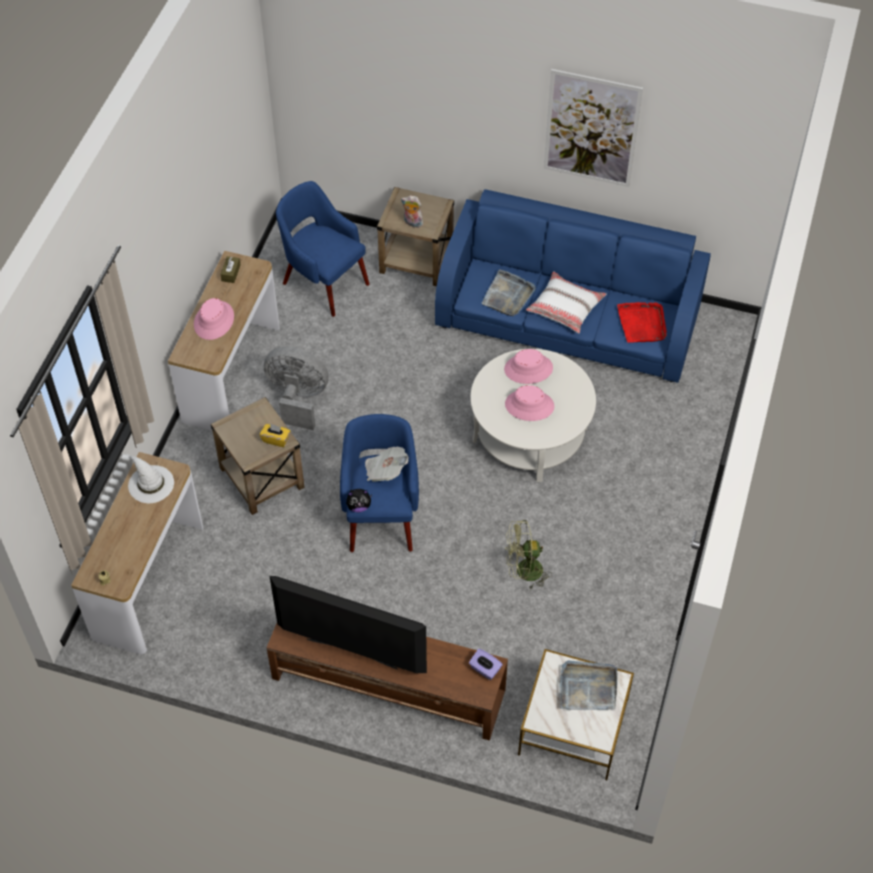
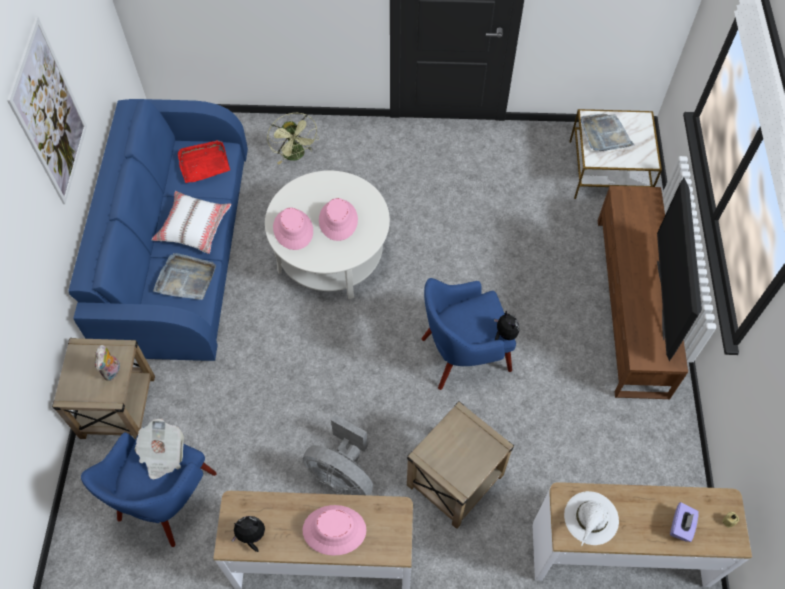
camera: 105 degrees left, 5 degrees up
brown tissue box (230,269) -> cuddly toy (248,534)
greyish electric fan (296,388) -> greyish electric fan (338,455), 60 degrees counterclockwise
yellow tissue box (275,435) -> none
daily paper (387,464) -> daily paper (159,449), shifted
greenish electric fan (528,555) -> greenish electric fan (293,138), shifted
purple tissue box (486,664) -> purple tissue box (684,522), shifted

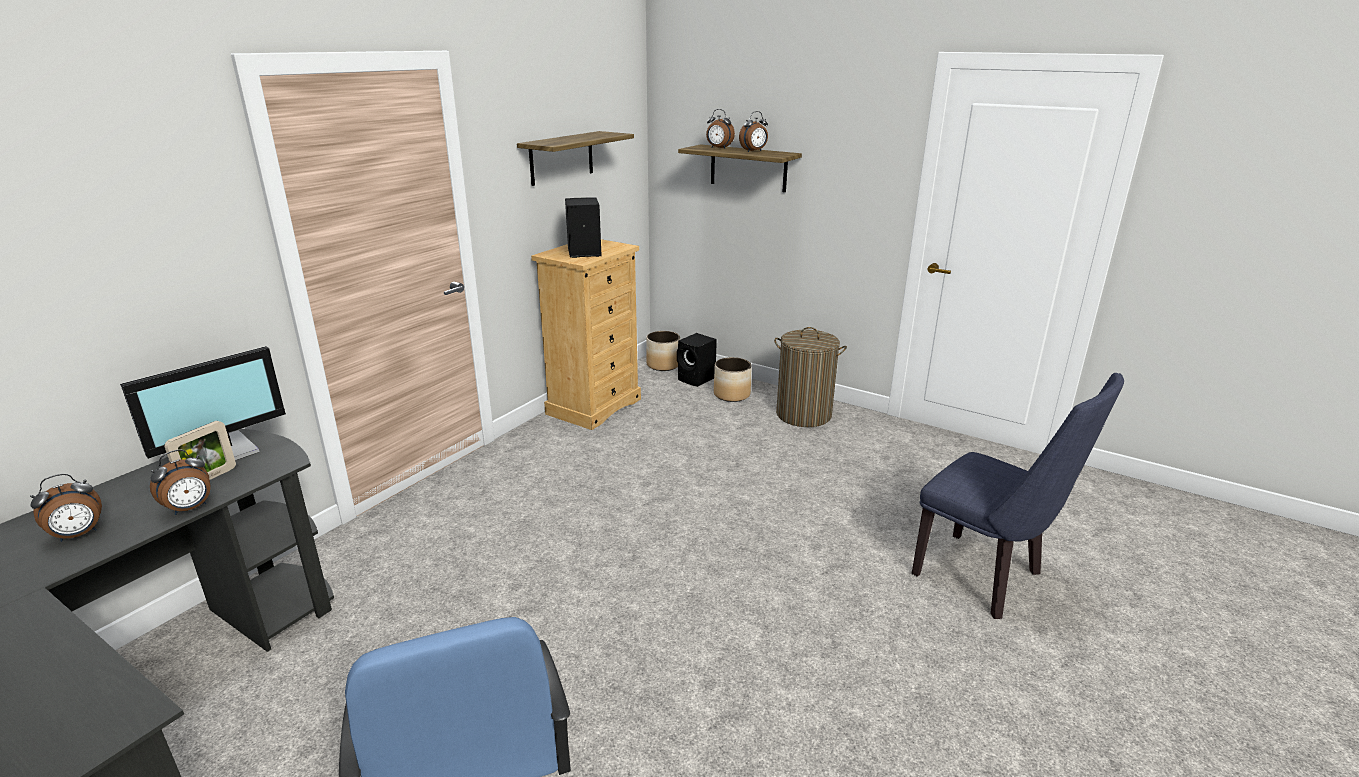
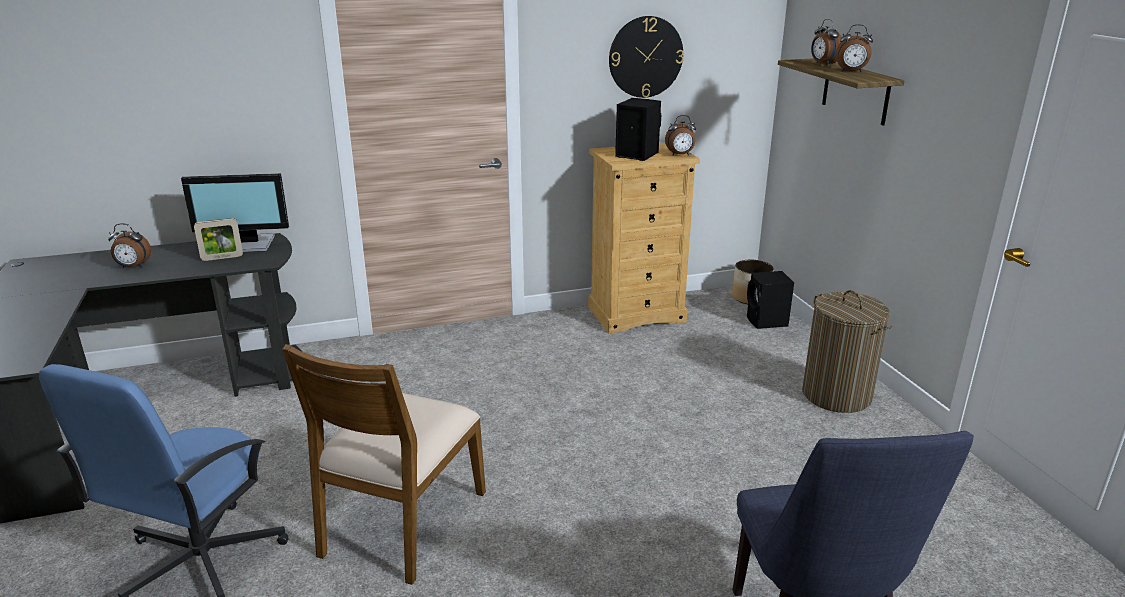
camera: 40 degrees right, 0 degrees up
wall shelf (575,158) -> wall clock (646,57)
planter (733,379) -> none
bedside clock (180,482) -> bedside clock (680,135), shifted
none -> brown upright chair (384,464)

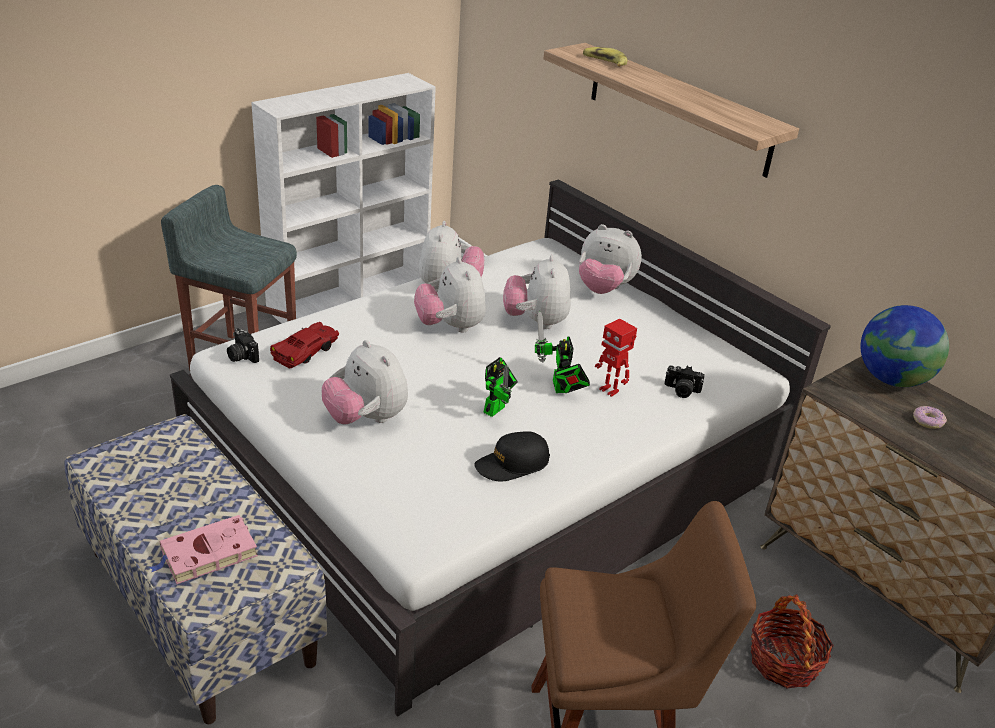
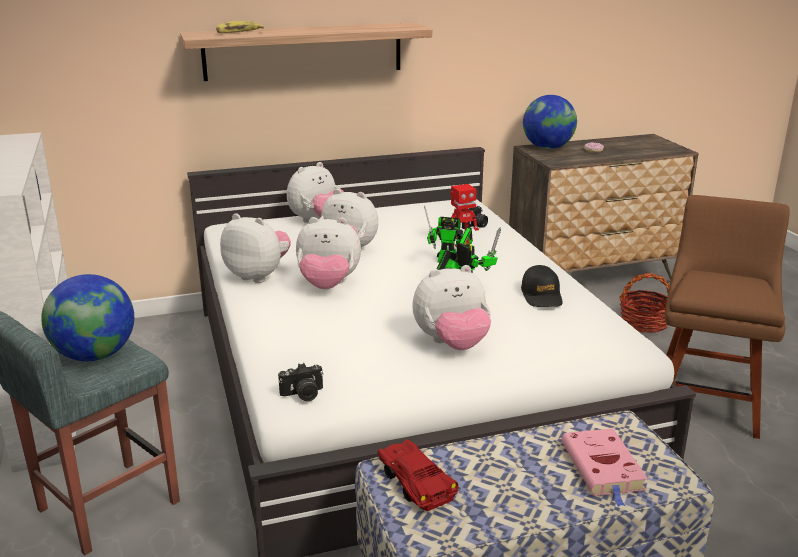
camera: 65 degrees left, 10 degrees down
red model car (304,345) -> red model car (418,475), shifted
none -> globe (87,317)

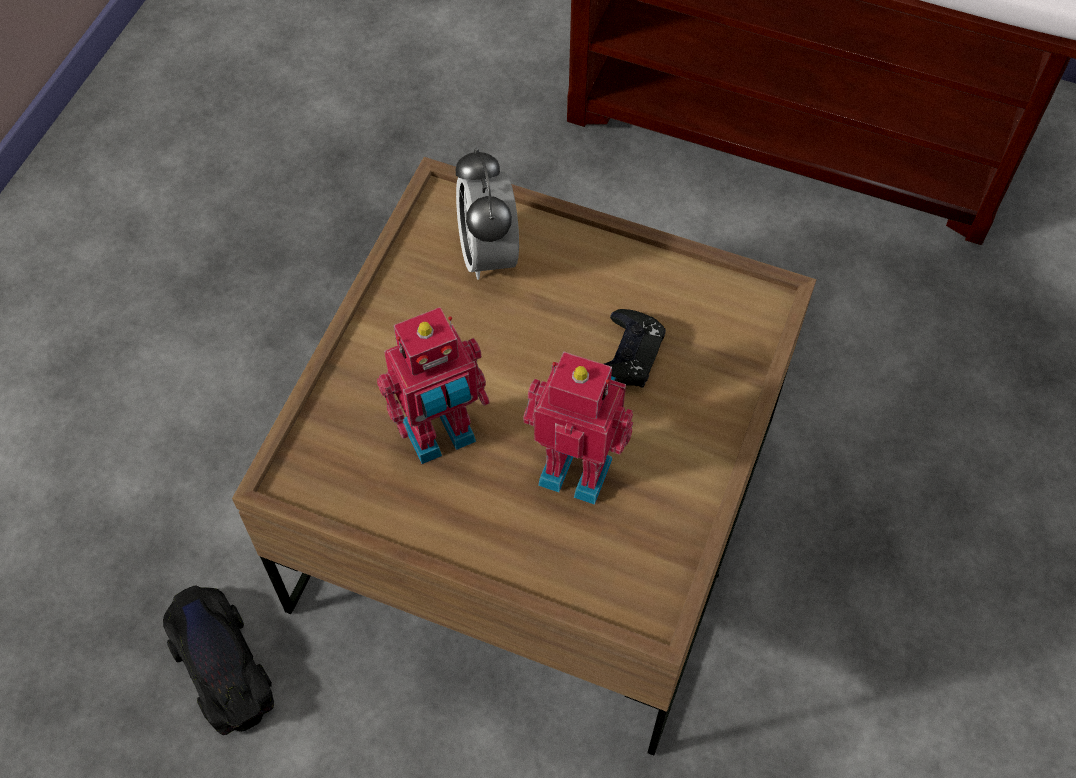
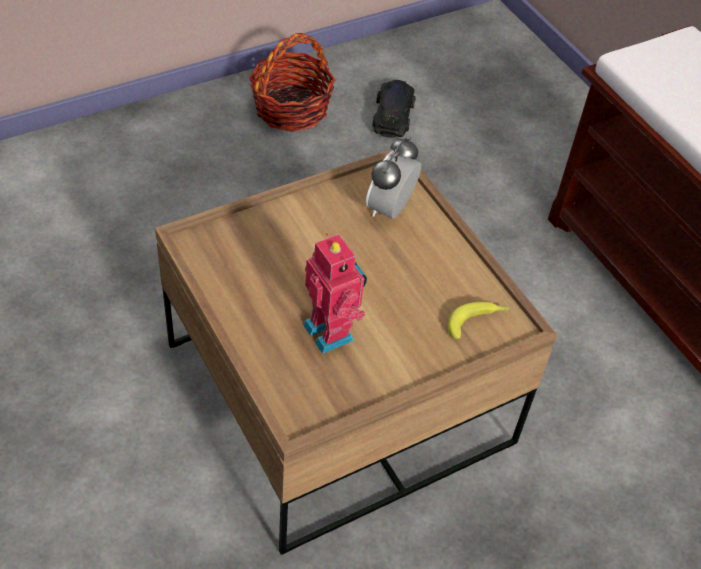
camera: 35 degrees right, 10 degrees down
robot figure (433,385) -> none
black-coloured joypad (635,348) -> none
black-coloured model car (218,660) -> black-coloured model car (394,109), shifted
none -> storage basket (292,82)
none -> whole banana (479,320)

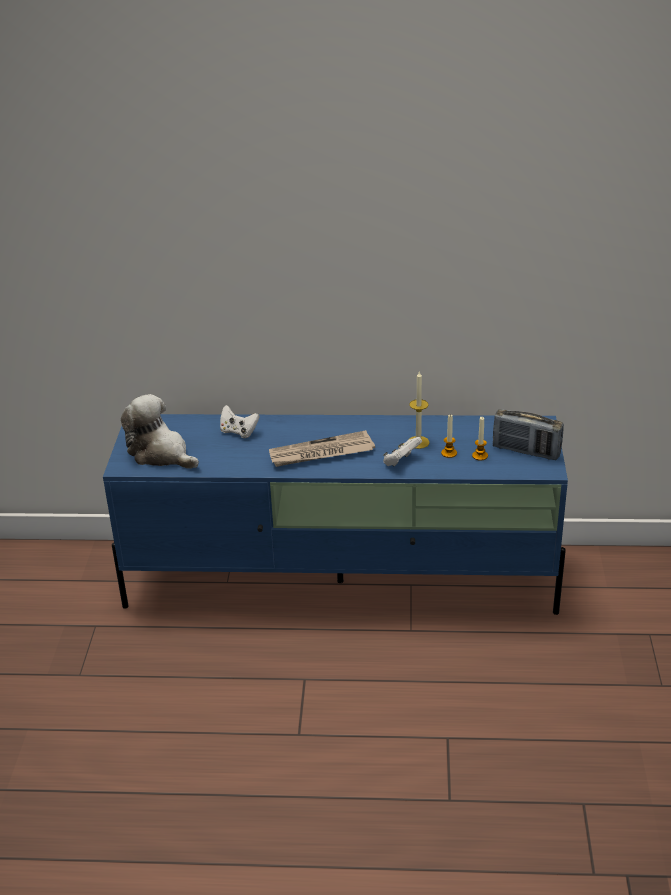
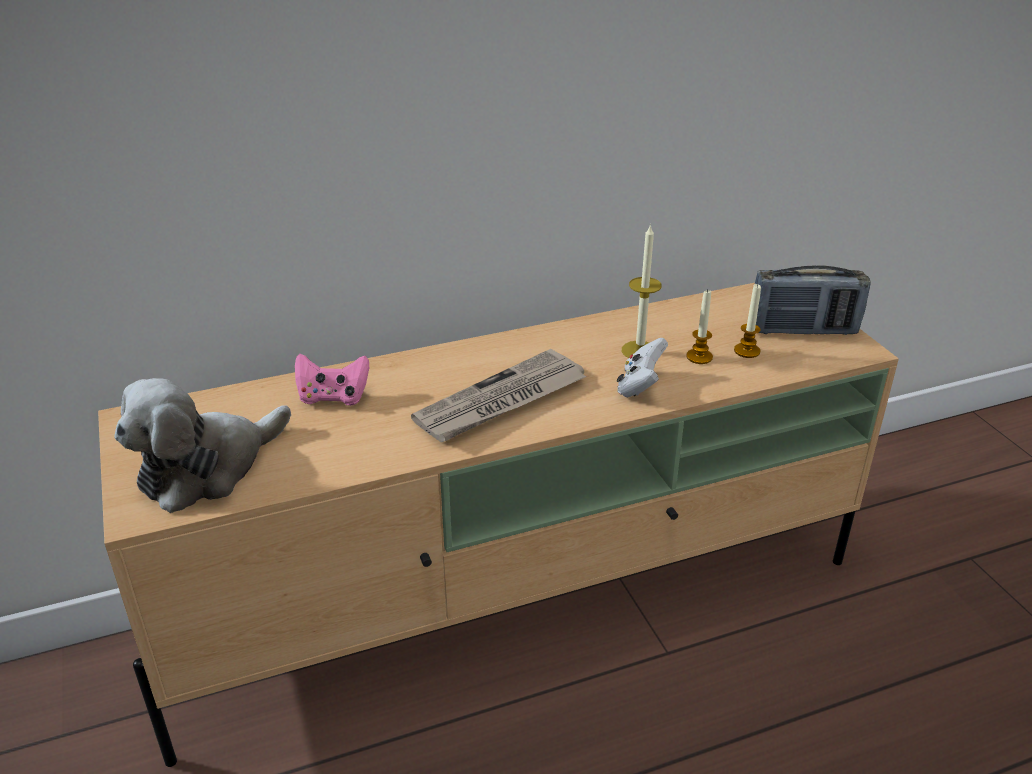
camera: 25 degrees left, 0 degrees up
cuddly toy (160,431) -> cuddly toy (202,445), 60 degrees counterclockwise
whitish joypad (240,421) -> pink joypad (332,380)
blue-coloured media console (335,514) -> beige media console (498,525)

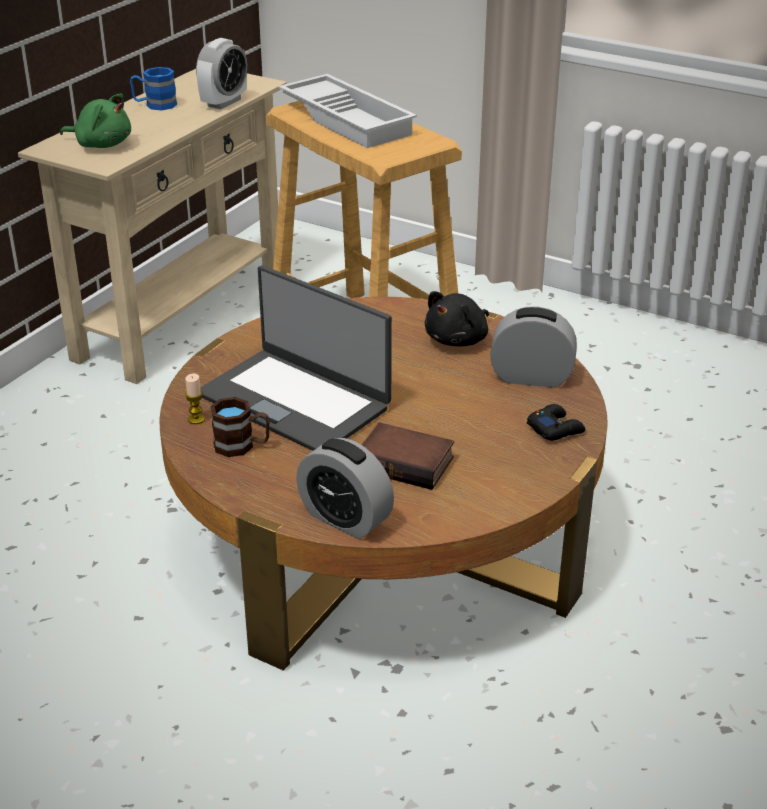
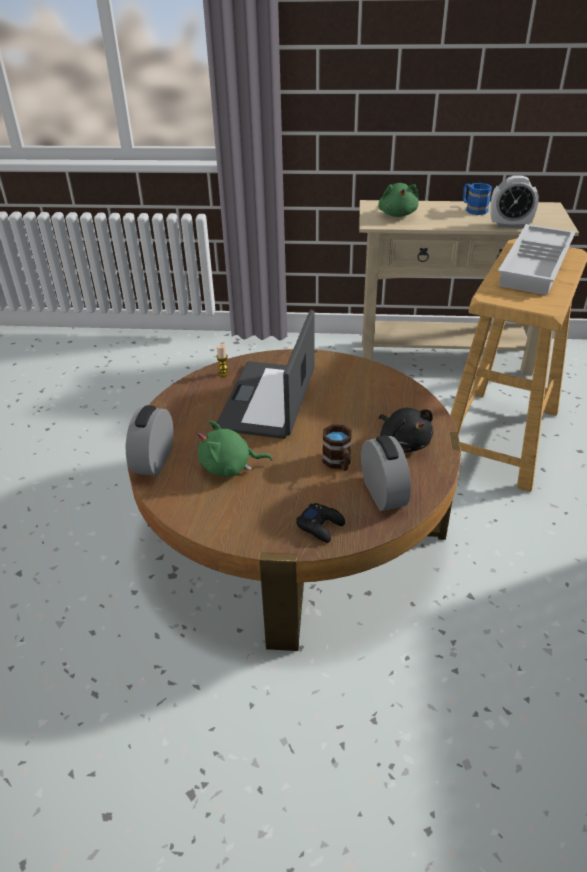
camera: 65 degrees right, 5 degrees up
black-coloured cuddly toy (457,319) -> black-coloured cuddly toy (405,430), 135 degrees counterclockwise
brown tea mug (240,427) -> brown tea mug (337,447), shifted
bound book (408,456) -> greenish cuddly toy (235,448)

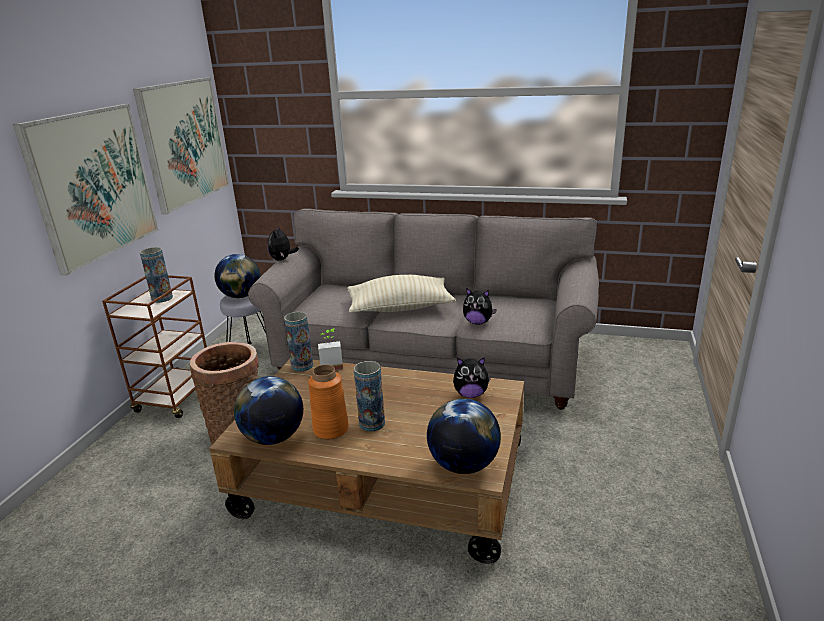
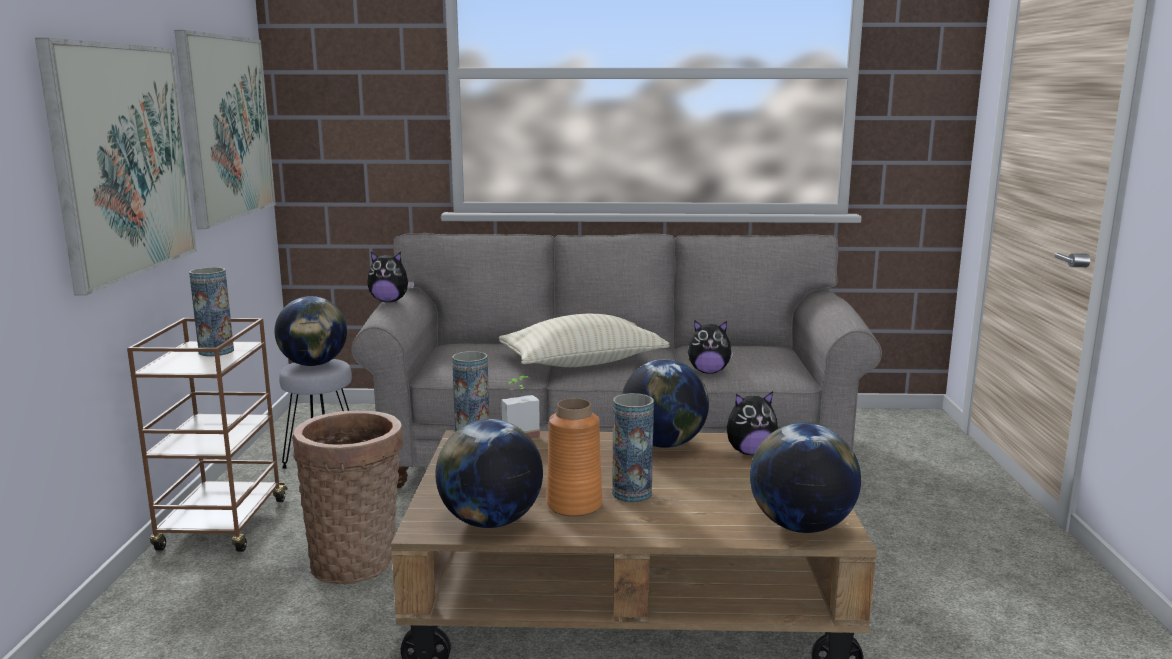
camera: 15 degrees left, 10 degrees down
cuddly toy (283,243) -> cuddly toy (390,277), 75 degrees counterclockwise
none -> globe (665,403)

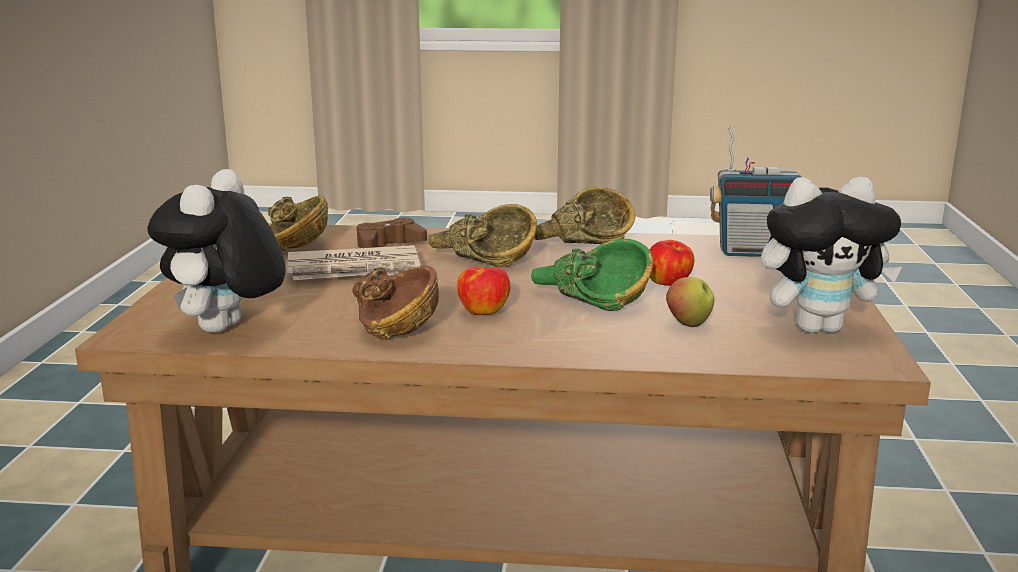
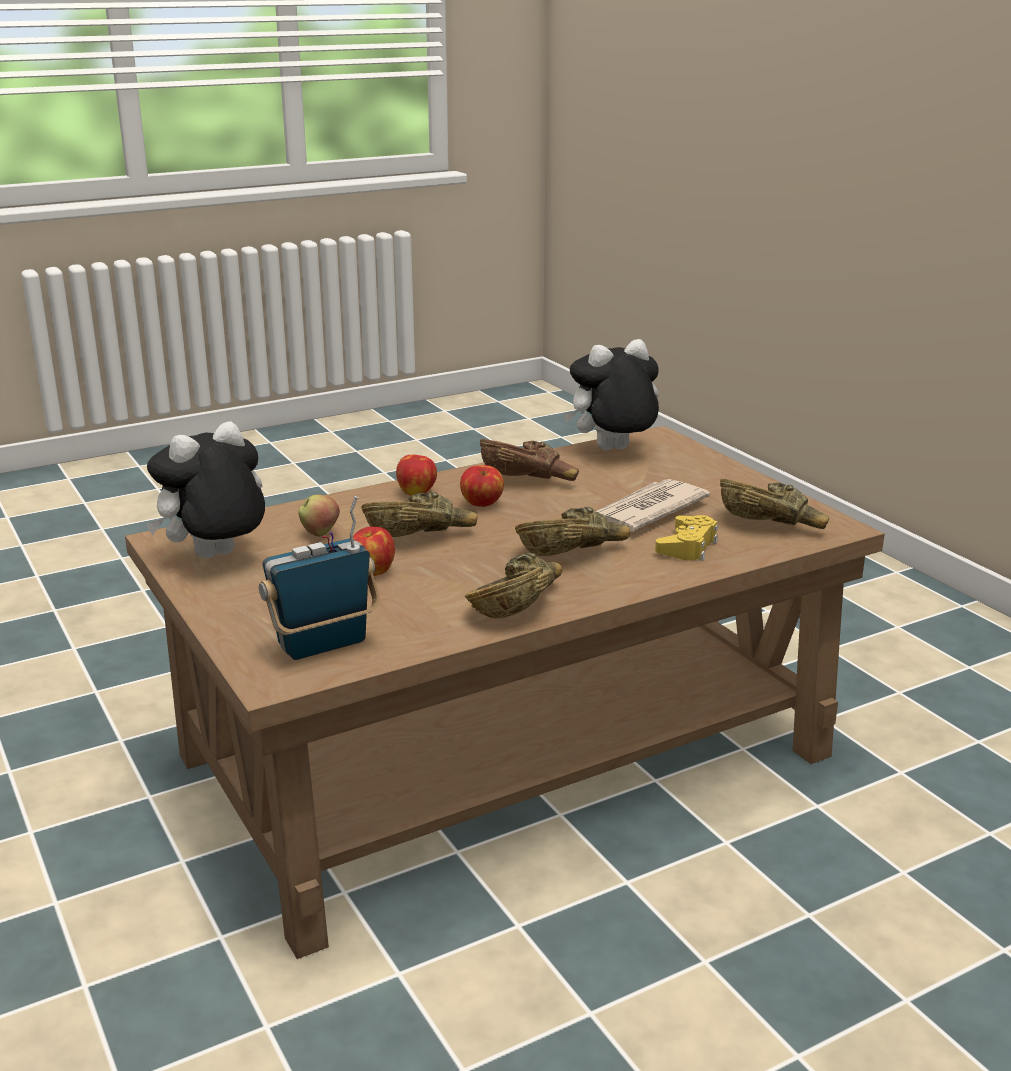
camera: 145 degrees right, 5 degrees up
cuddly toy (216,251) -> cuddly toy (611,395), 90 degrees counterclockwise
brown joypad (392,233) -> yellow joypad (686,538)
greenish deep dish (592,275) -> brown deep dish (419,514)
none -> whole apple (416,475)

